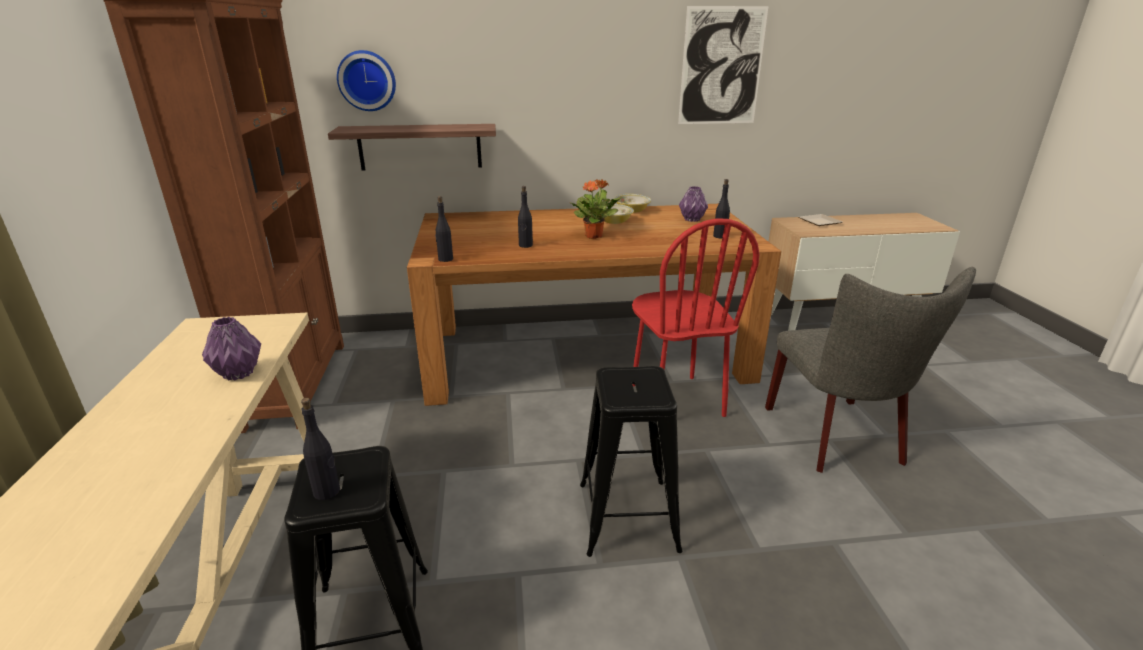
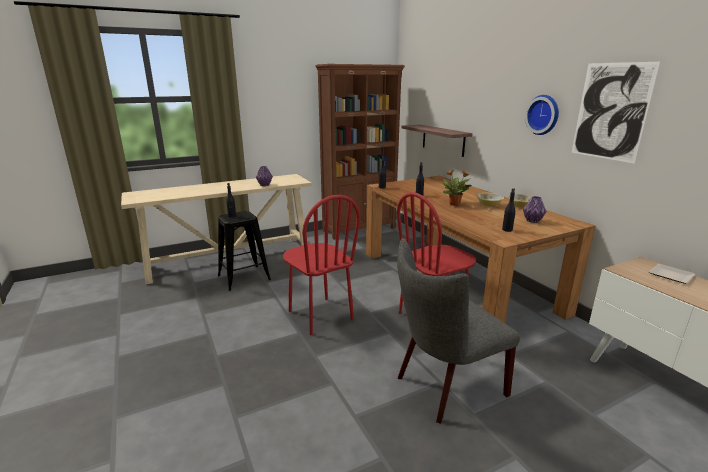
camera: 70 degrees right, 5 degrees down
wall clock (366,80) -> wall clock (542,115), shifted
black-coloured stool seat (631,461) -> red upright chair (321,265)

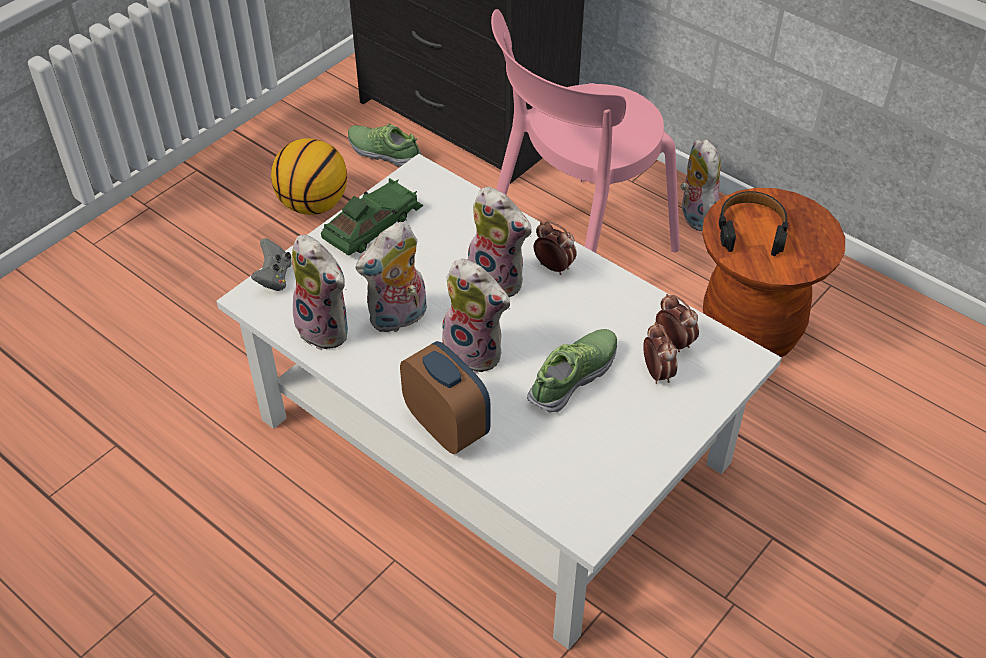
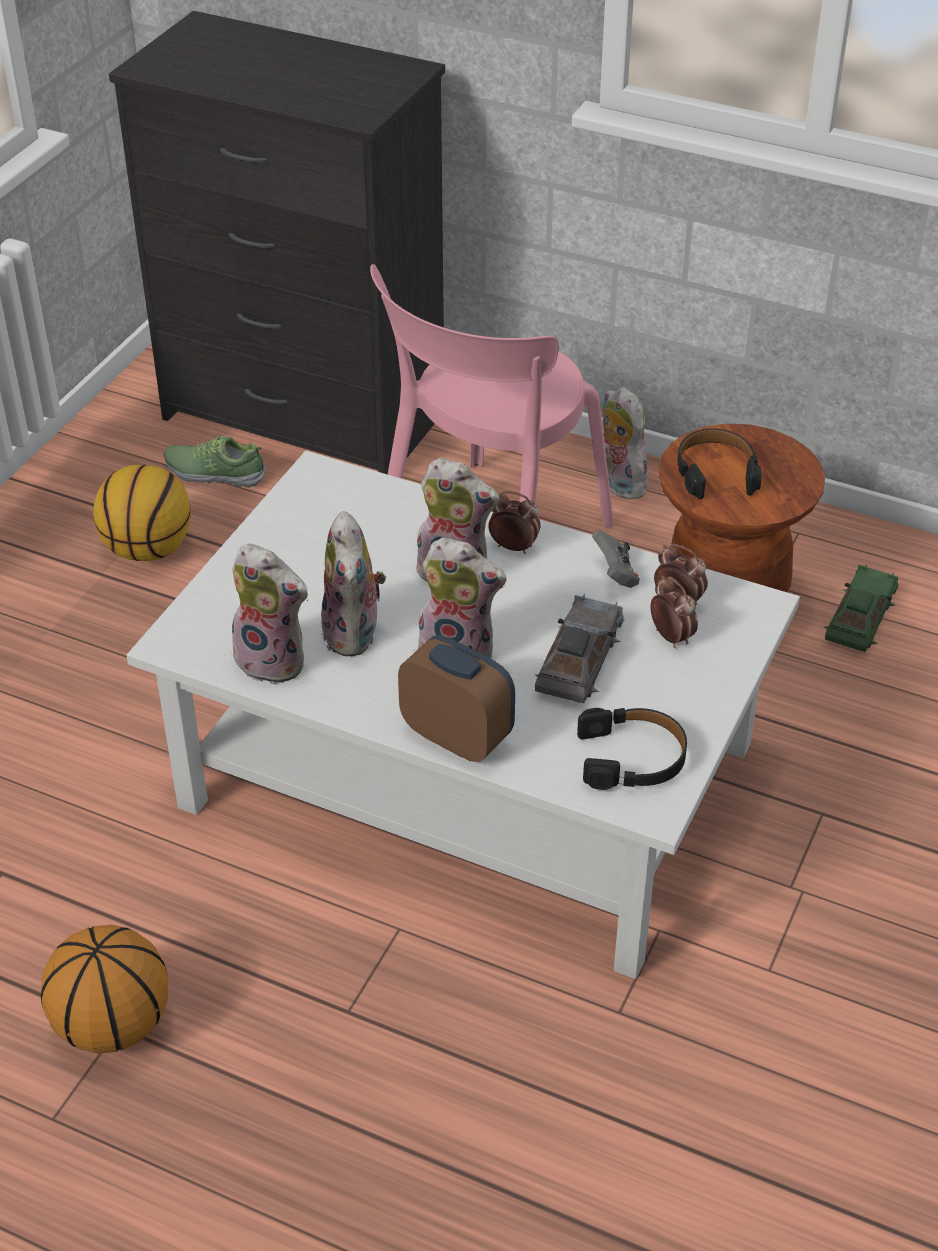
camera: 15 degrees left, 5 degrees down
greenish model car (372,217) -> greenish model car (861,608), shifted
cuddly toy (391,277) -> cuddly toy (353,584), 45 degrees counterclockwise
greyish joypad (271,264) -> greyish joypad (616,559), shifted
low shoe (572,371) -> greyish model car (579,648)
none -> black-coloured headset (632,749)
none -> ball for basketball (104,989)

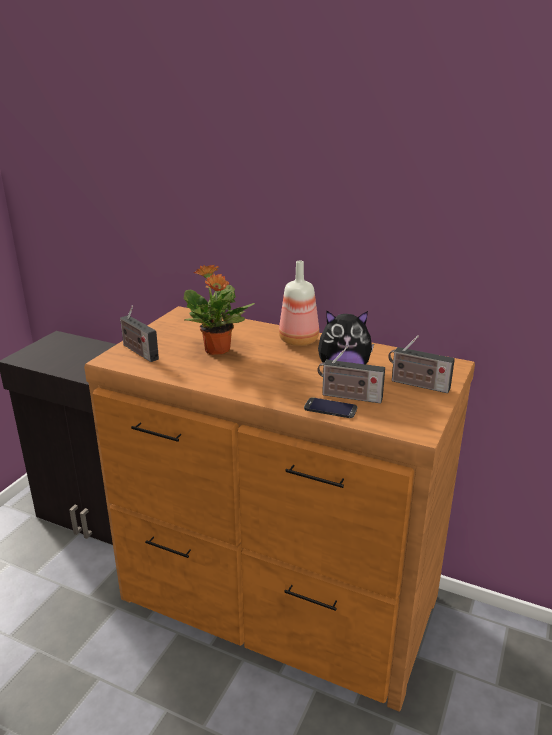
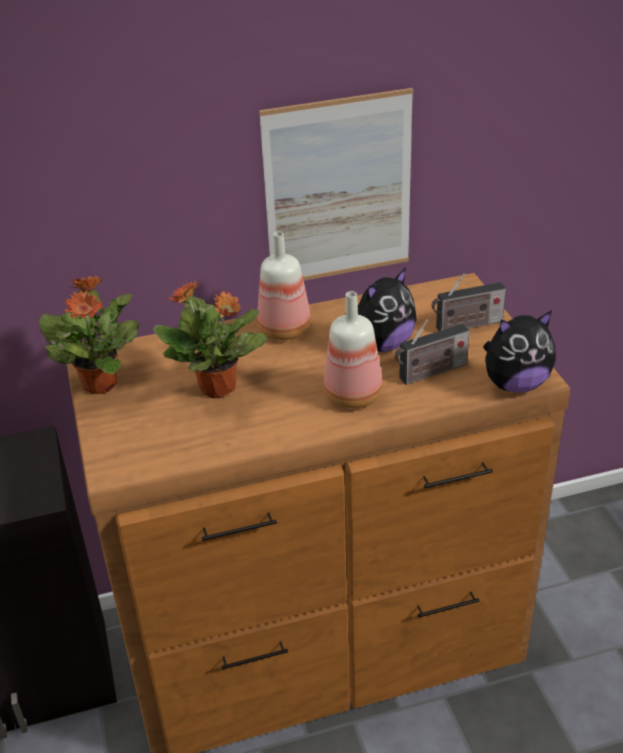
camera: 40 degrees left, 10 degrees up
radio set (139,333) -> none
telephone (330,407) -> none
none -> picture (336,184)
none -> houseplant (89,335)
none -> bottle (353,349)
none -> cuddly toy (519,351)

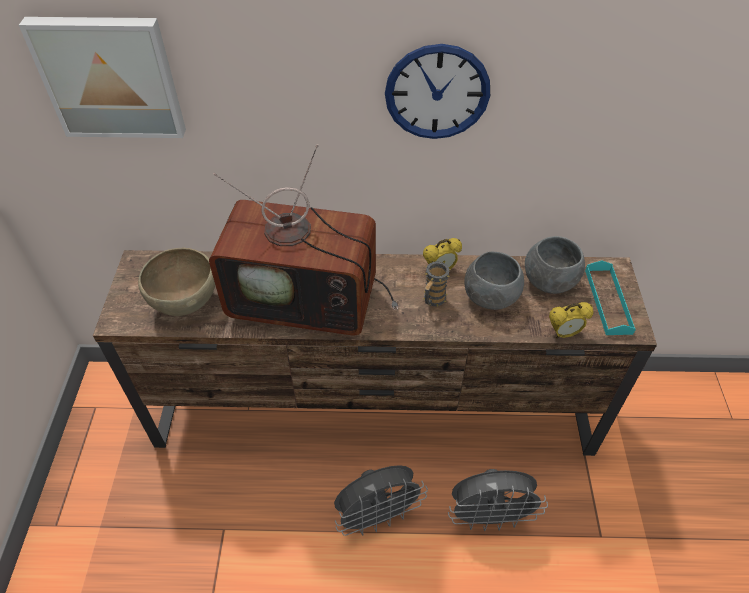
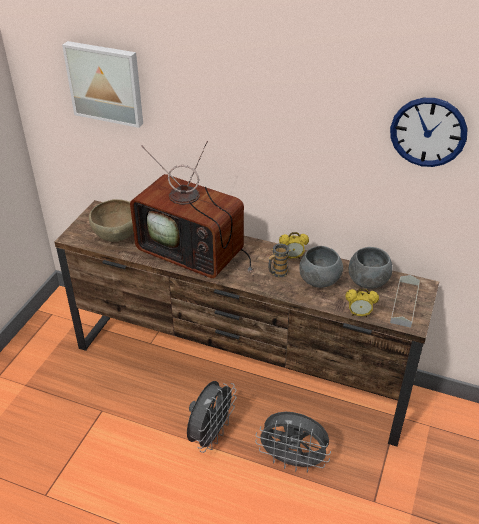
camera: 20 degrees right, 10 degrees down
wall clock (437,91) -> wall clock (429,132), shifted
turquoise-coloured carrying tray (610,297) -> greyish carrying tray (405,301)
greyish electric fan (381,500) -> greyish electric fan (212,417), 60 degrees counterclockwise

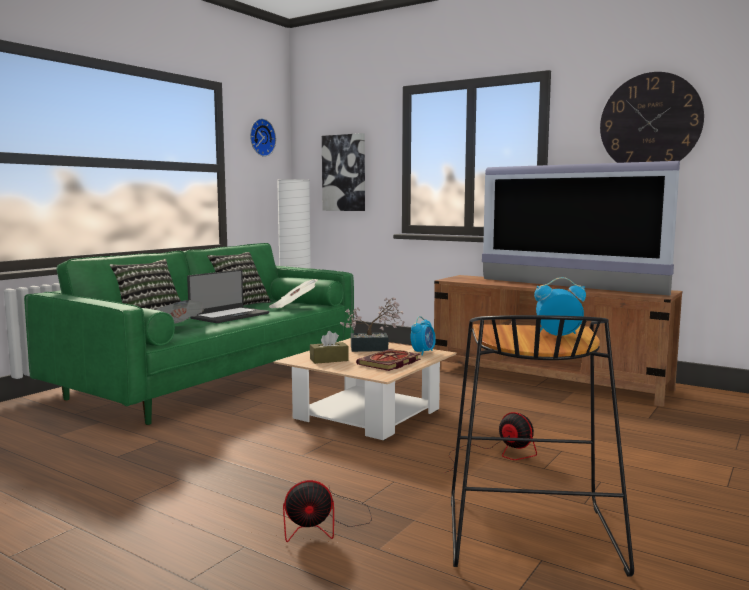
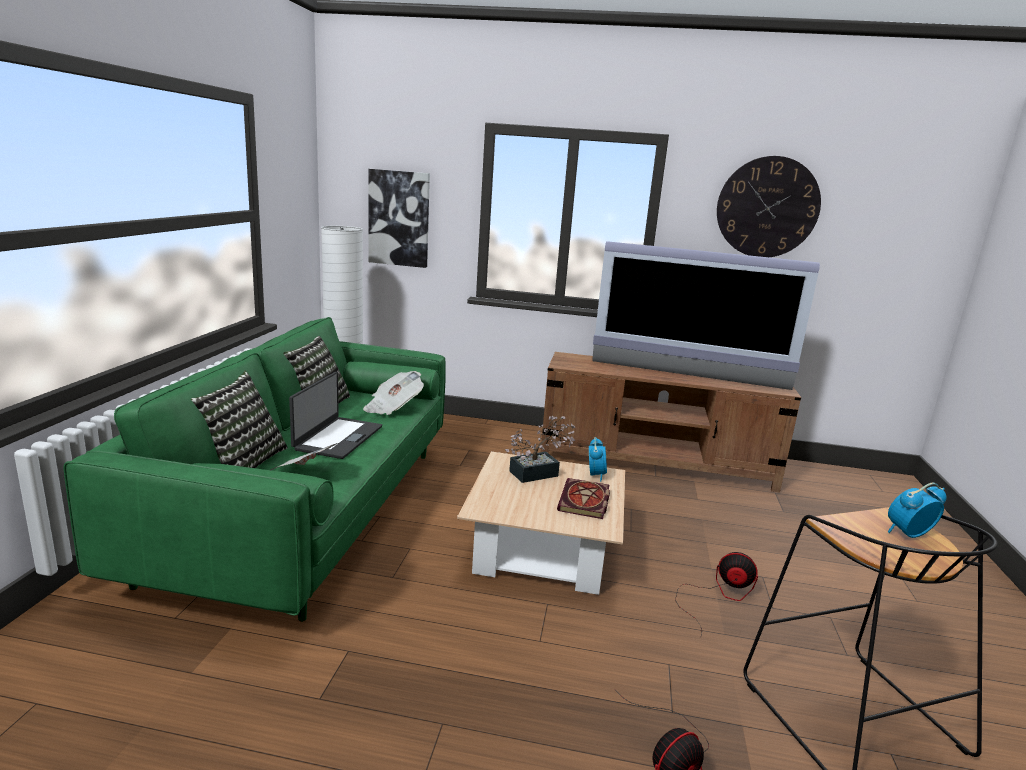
camera: 25 degrees left, 10 degrees up
wall clock (263,137) -> none
brown tissue box (329,347) -> none

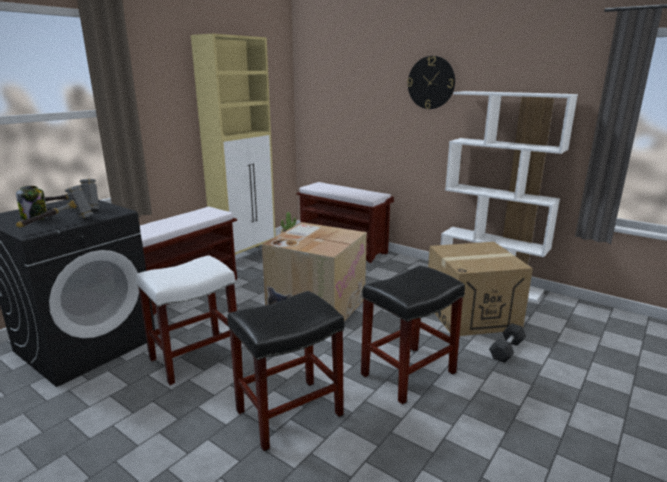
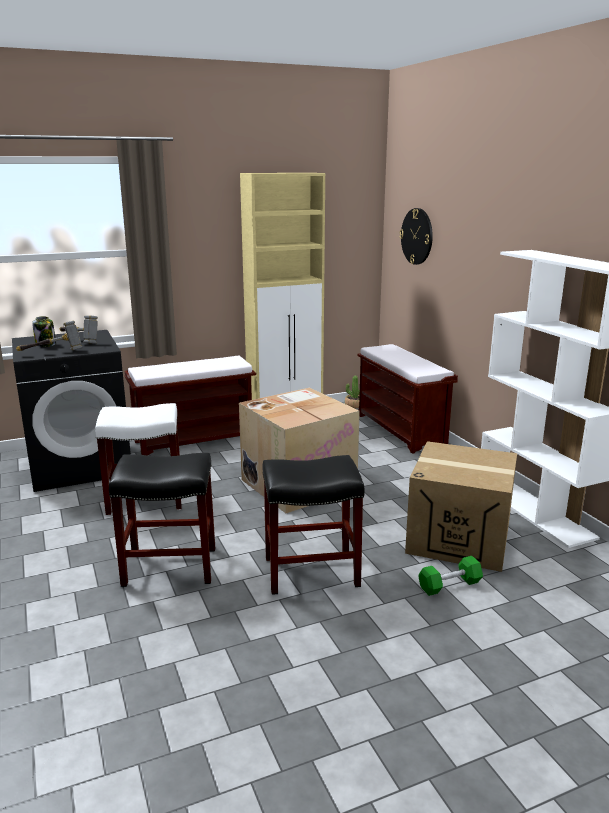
camera: 30 degrees right, 0 degrees up
wall clock (431,82) -> wall clock (416,236), shifted
greyish free weight (507,343) -> greenish free weight (451,576)

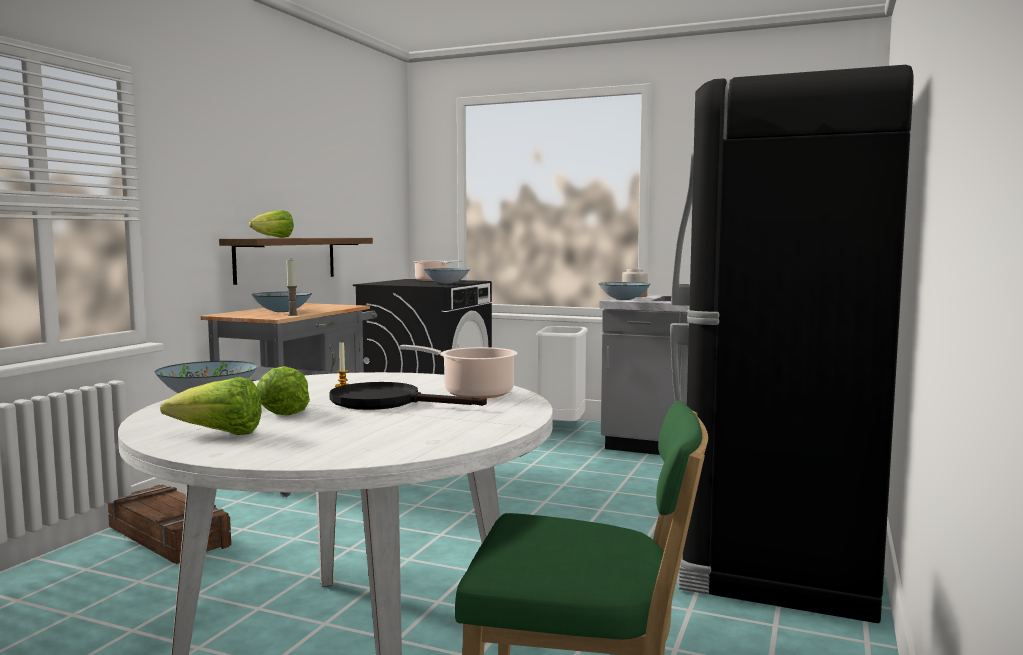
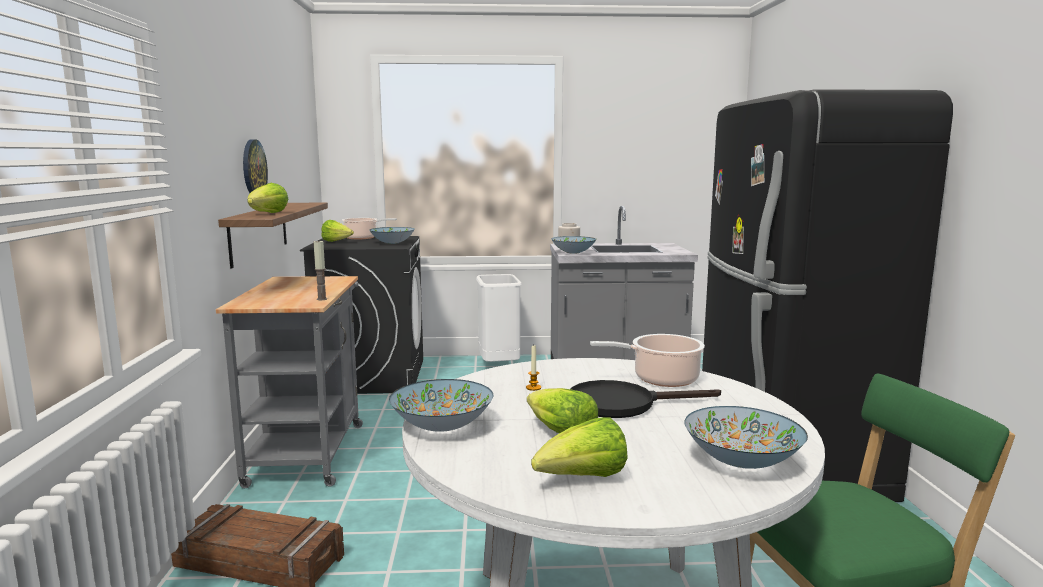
camera: 25 degrees left, 5 degrees up
deep dish (281,302) -> deep dish (746,437), shifted
none -> wall clock (255,166)
none -> lettuce head (337,231)

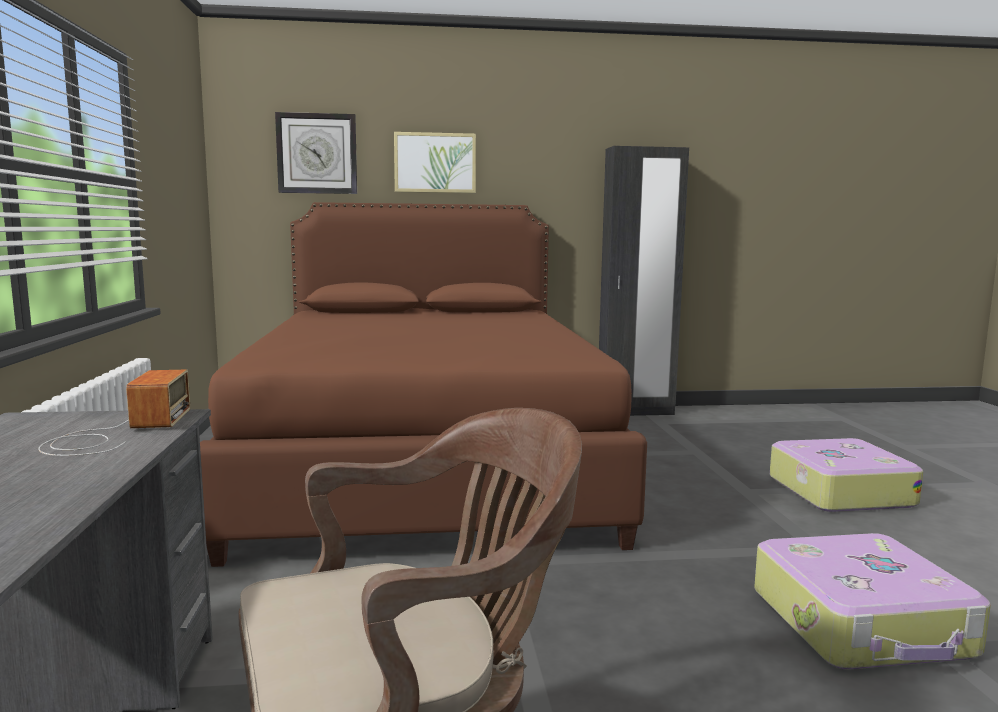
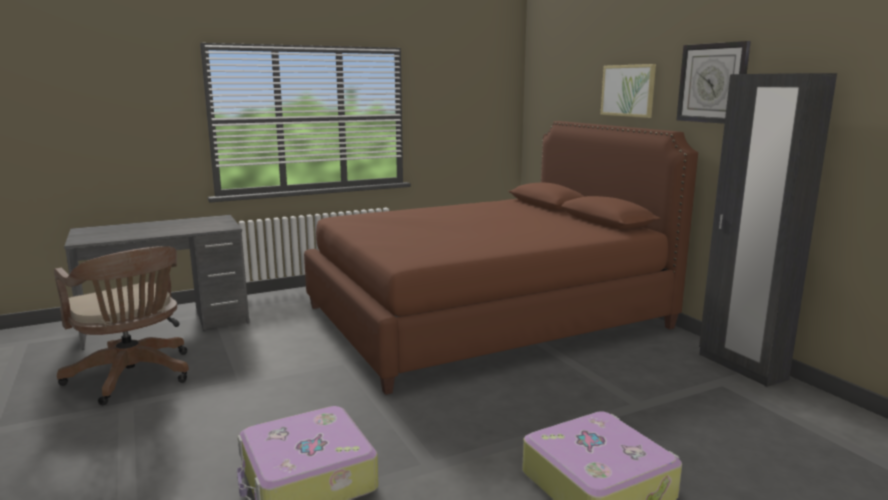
camera: 70 degrees right, 5 degrees up
wall clock (316,153) -> wall clock (713,82), shifted
radio set (114,413) -> none

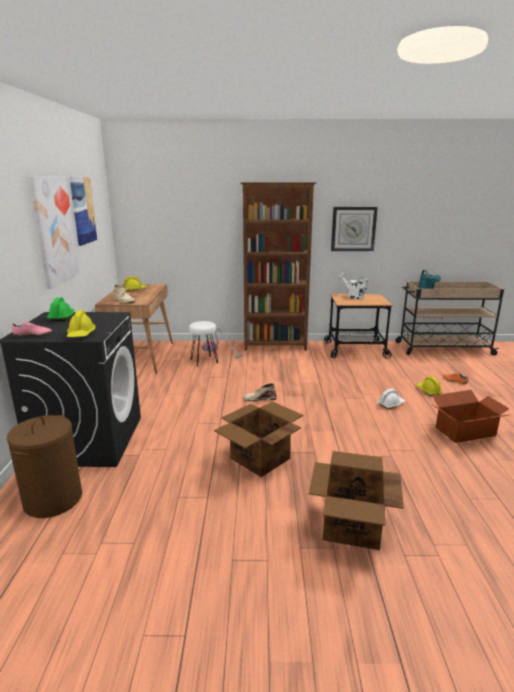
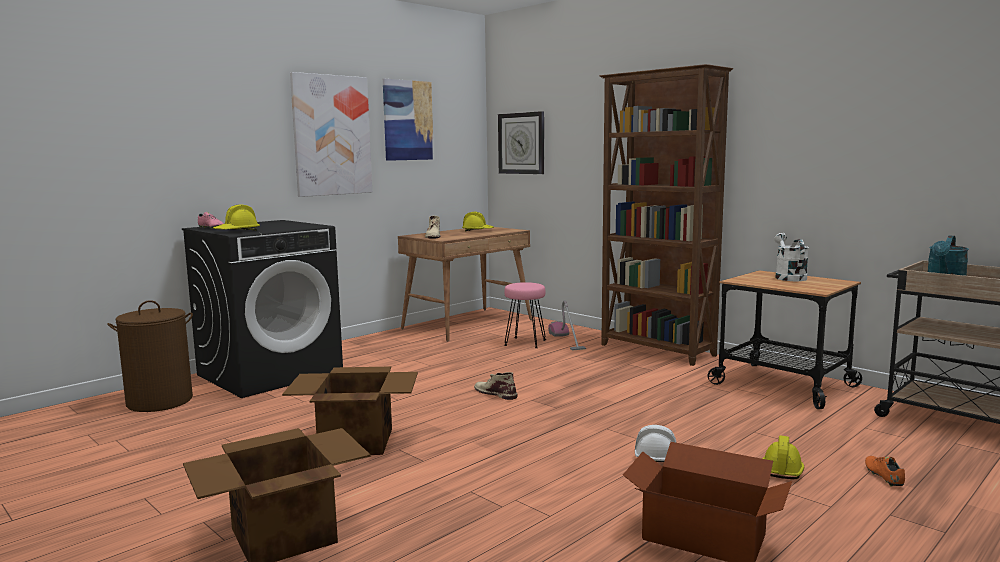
camera: 45 degrees right, 10 degrees down
wall clock (354,229) -> wall clock (521,142), shifted
greenish safety helmet (60,309) -> none
whitish stool seat (203,343) -> pink stool seat (525,315)

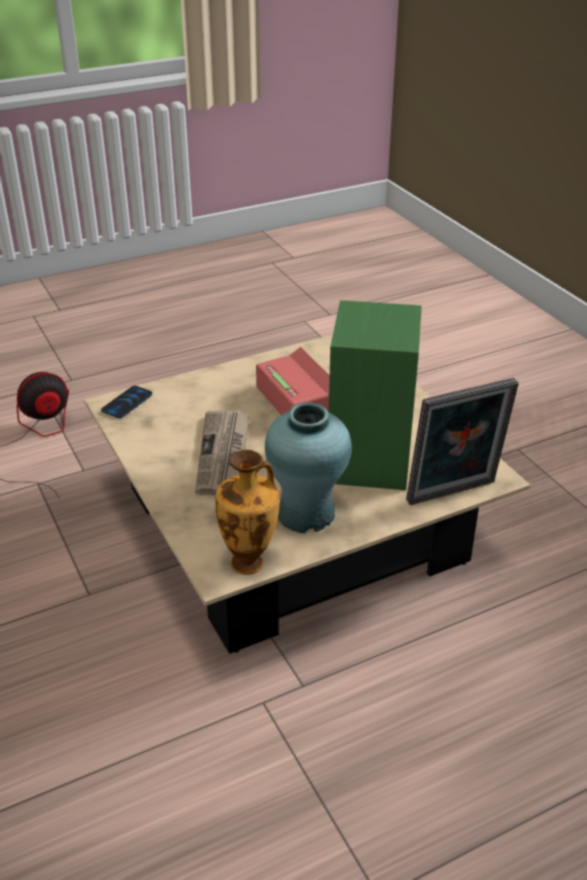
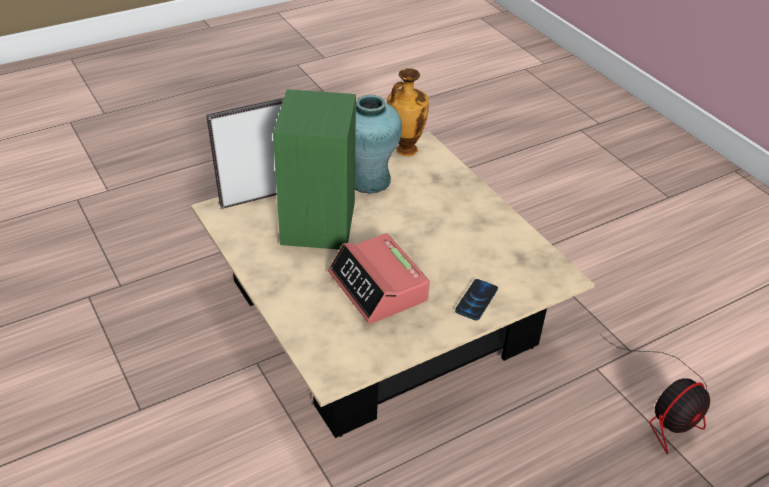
camera: 175 degrees right, 5 degrees up
telephone (126,402) -> telephone (476,300), shifted
daily paper (222,453) -> none

